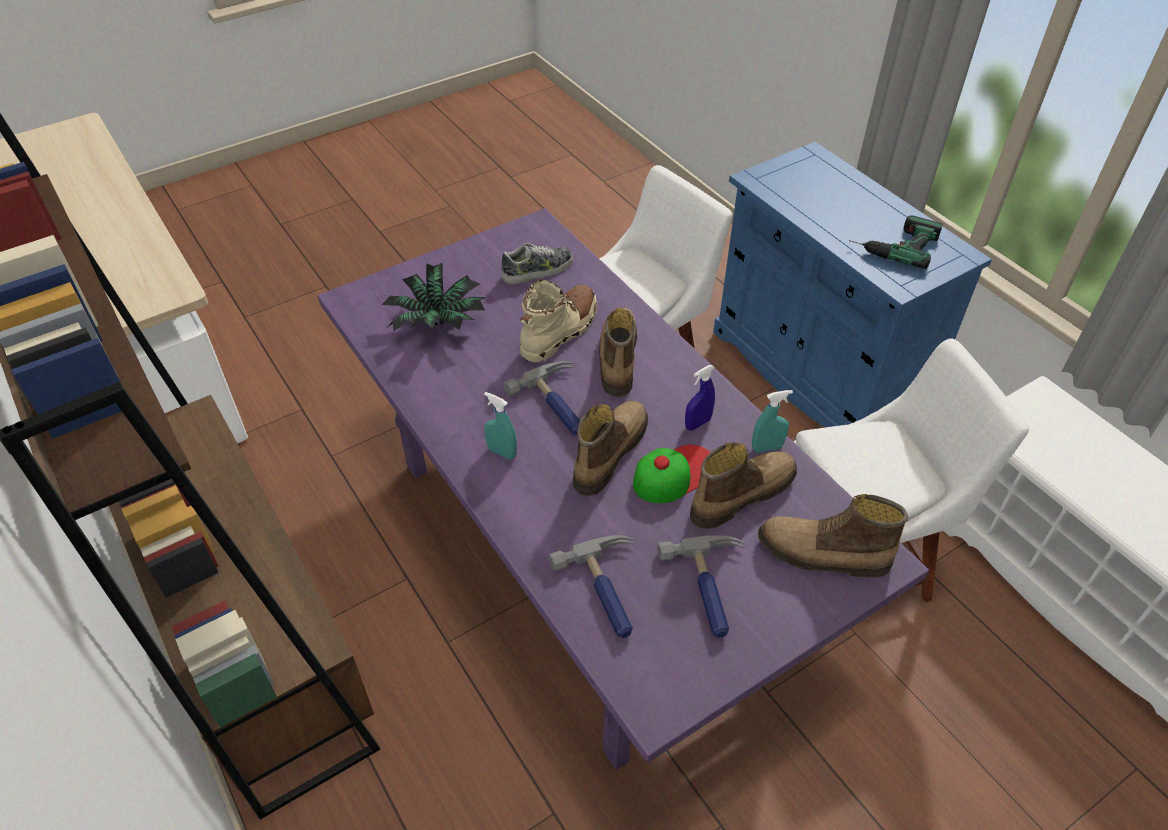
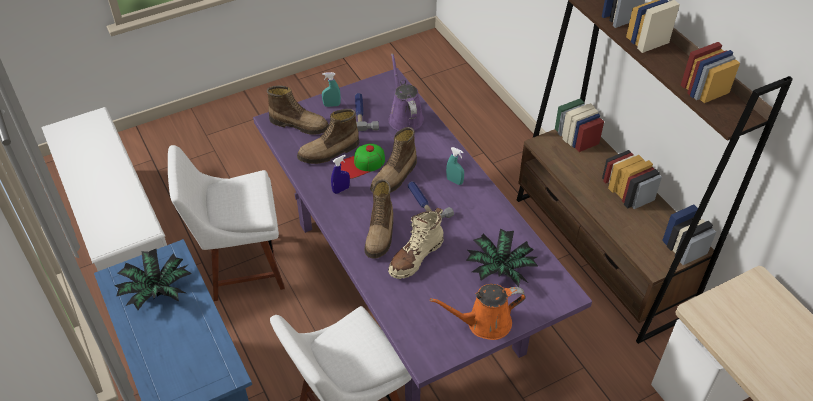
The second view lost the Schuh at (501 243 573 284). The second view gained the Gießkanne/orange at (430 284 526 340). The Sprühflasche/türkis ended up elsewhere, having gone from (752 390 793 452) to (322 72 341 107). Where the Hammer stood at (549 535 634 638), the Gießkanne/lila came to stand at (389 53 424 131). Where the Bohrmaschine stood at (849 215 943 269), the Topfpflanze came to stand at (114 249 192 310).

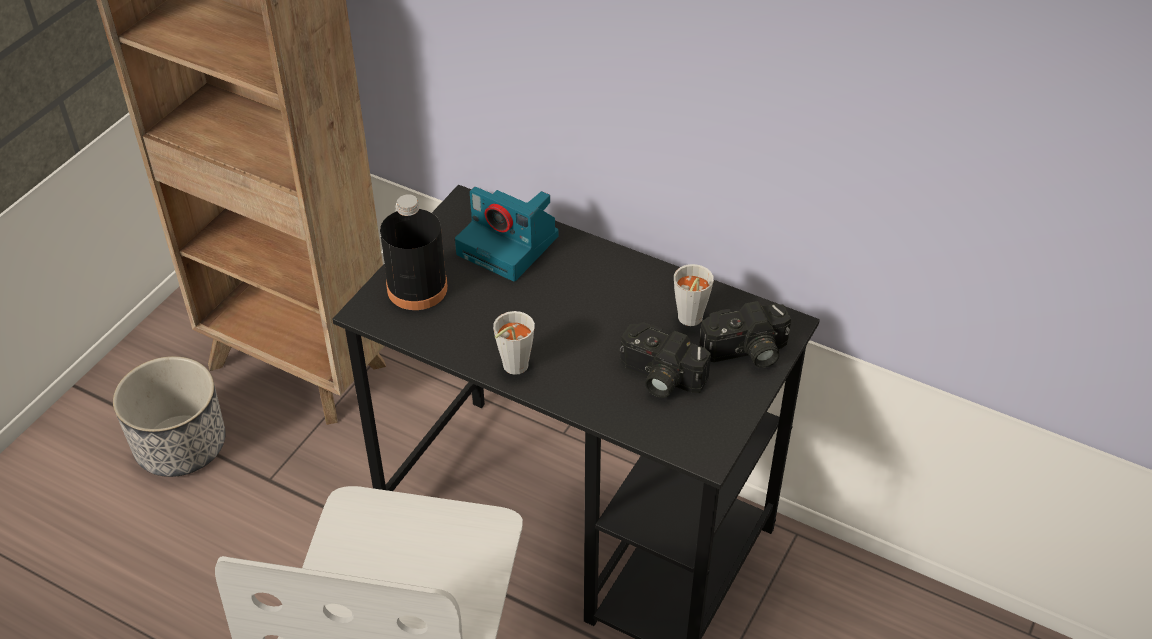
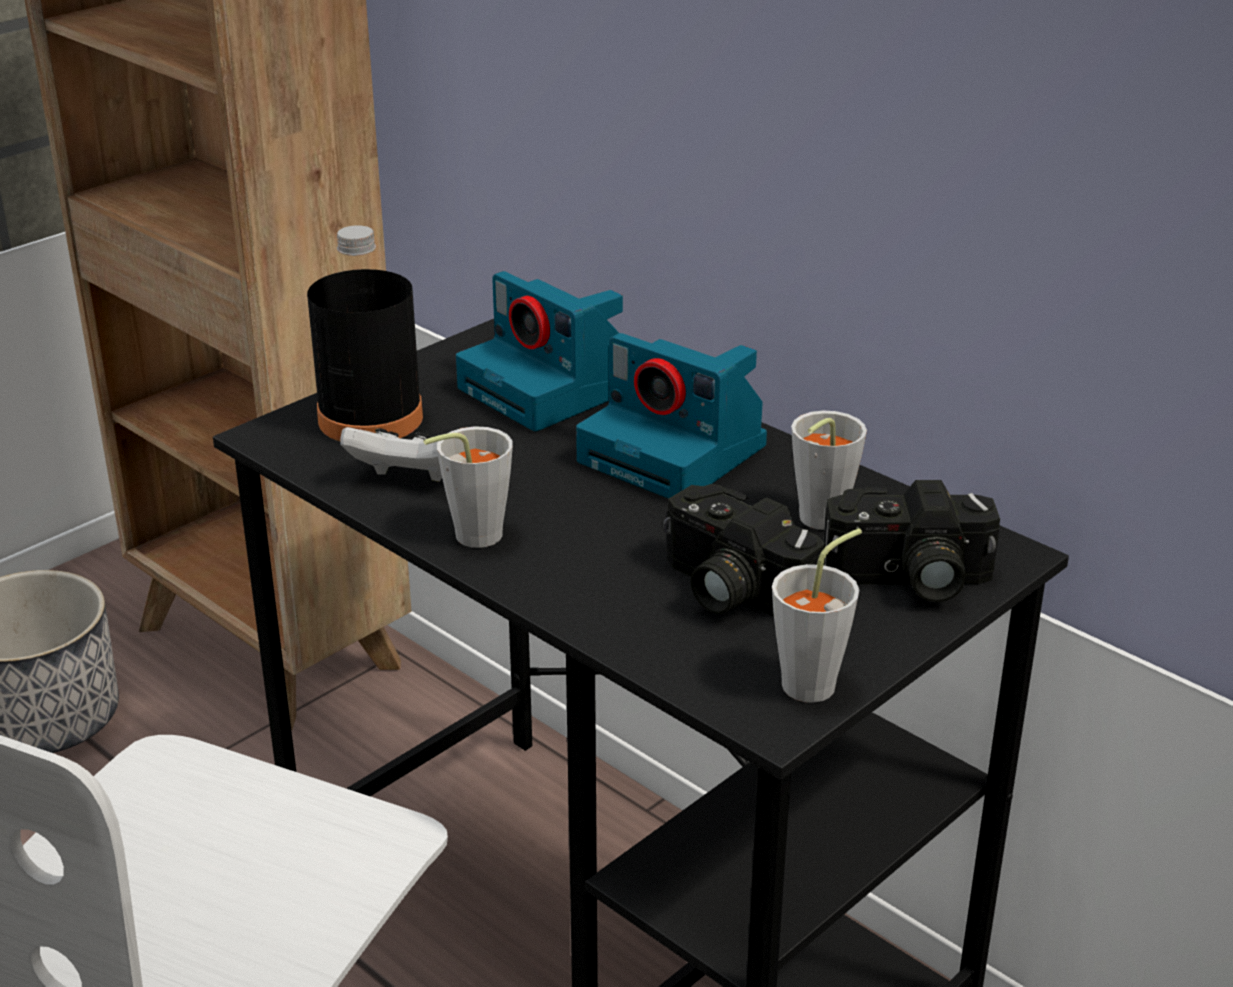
The second view gained the Gamepad/weiß at (340 427 442 482). The second view gained the Kamera at (576 333 767 499). The second view gained the Tasse/grau at (772 528 862 703).

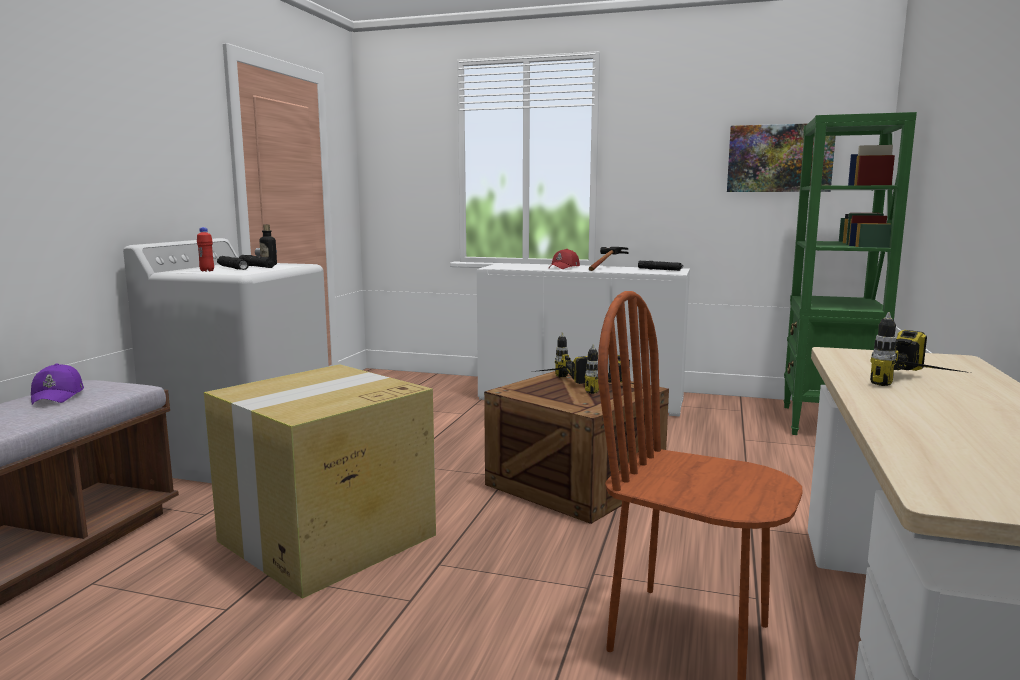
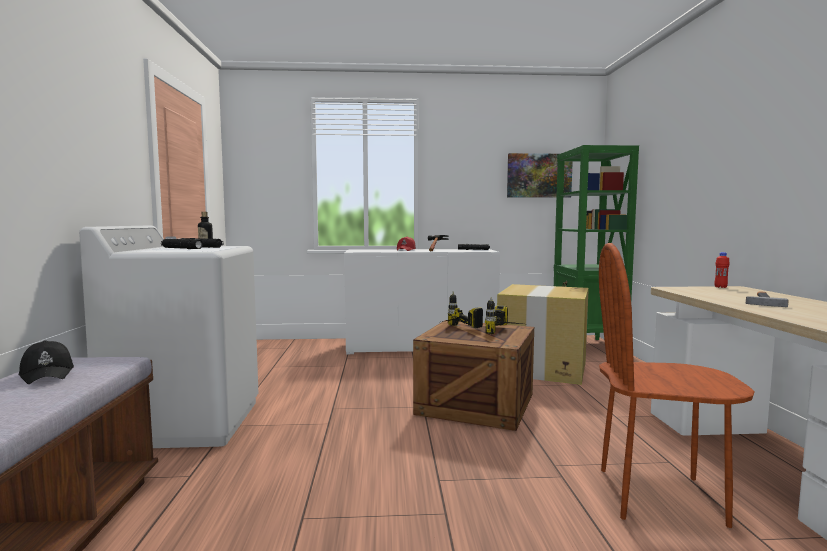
The Flasche/rot ended up elsewhere, having gone from (197 227 214 272) to (715 252 730 288). The Karton ended up elsewhere, having gone from (204 364 436 599) to (497 284 589 385). Where the Bohrmaschine stood at (870 312 970 386), the Hammer came to stand at (746 291 789 307). What was the Kappe/lila at (31 364 84 404) turned into the Kappe/schwarz at (19 340 74 384).

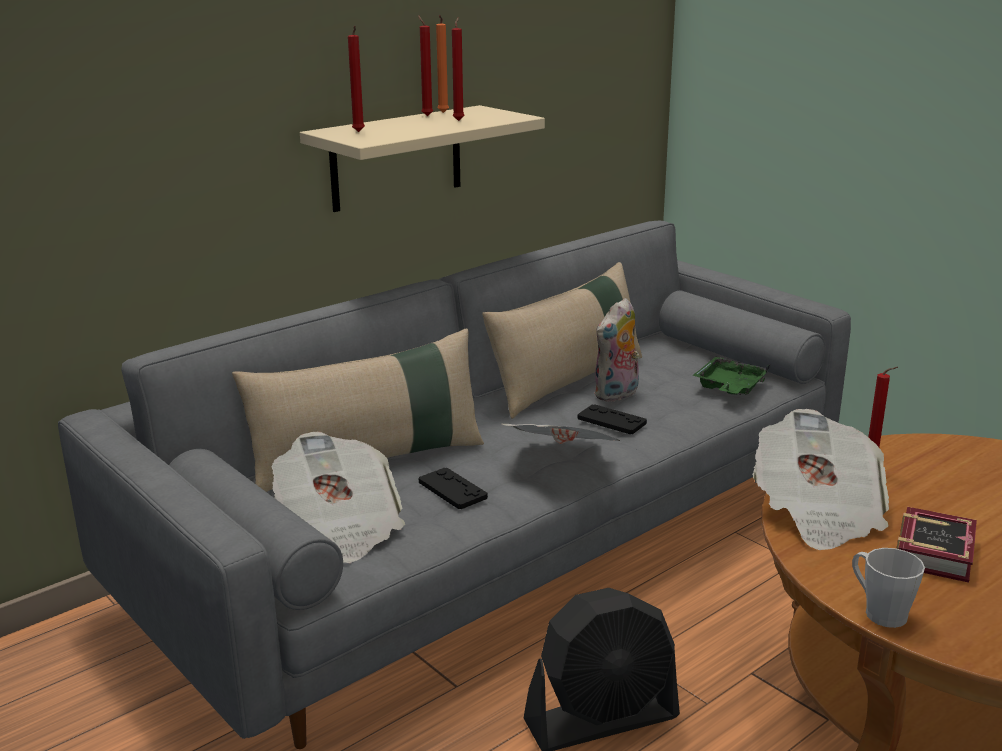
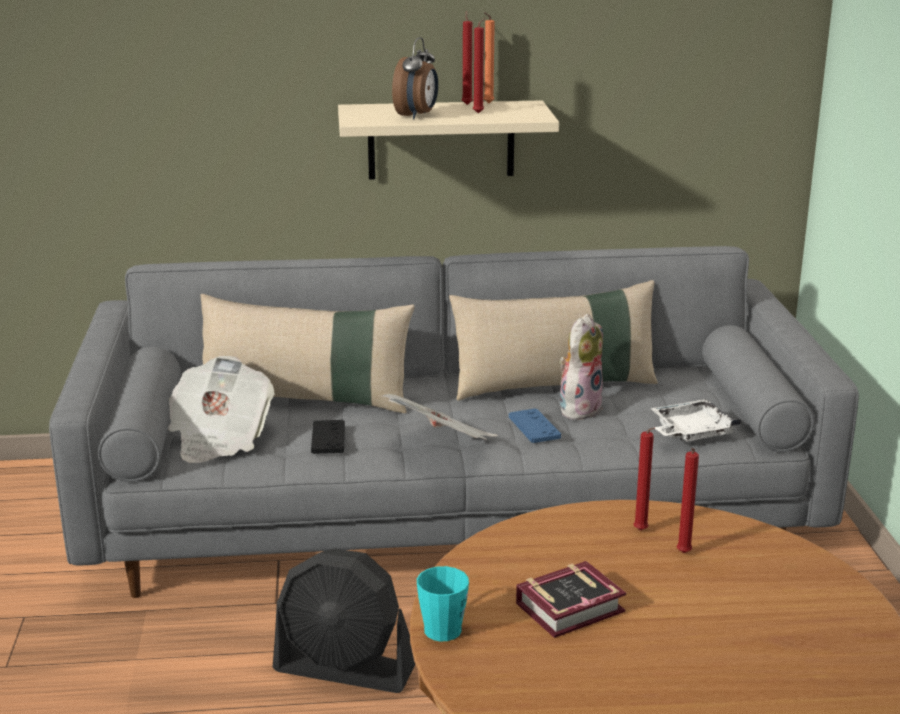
The second view lost the Zeitung at (752 409 889 550). The second view gained the Wecker at (392 37 438 120). The Kerze/rot ended up elsewhere, having gone from (348 26 365 132) to (677 448 699 553). What was the Gamepad/schwarz at (578 404 647 435) turned into the Gamepad/blau at (509 409 561 443). What was the Tablett/grün at (692 357 770 395) turned into the Tablett/weiß at (650 399 741 442). What was the Henkelbecher/grau at (852 548 925 628) turned into the Henkelbecher/türkis at (417 566 469 641). The Plüschtier at (594 298 640 402) ended up facing another way, 135 degrees clockwise from before.

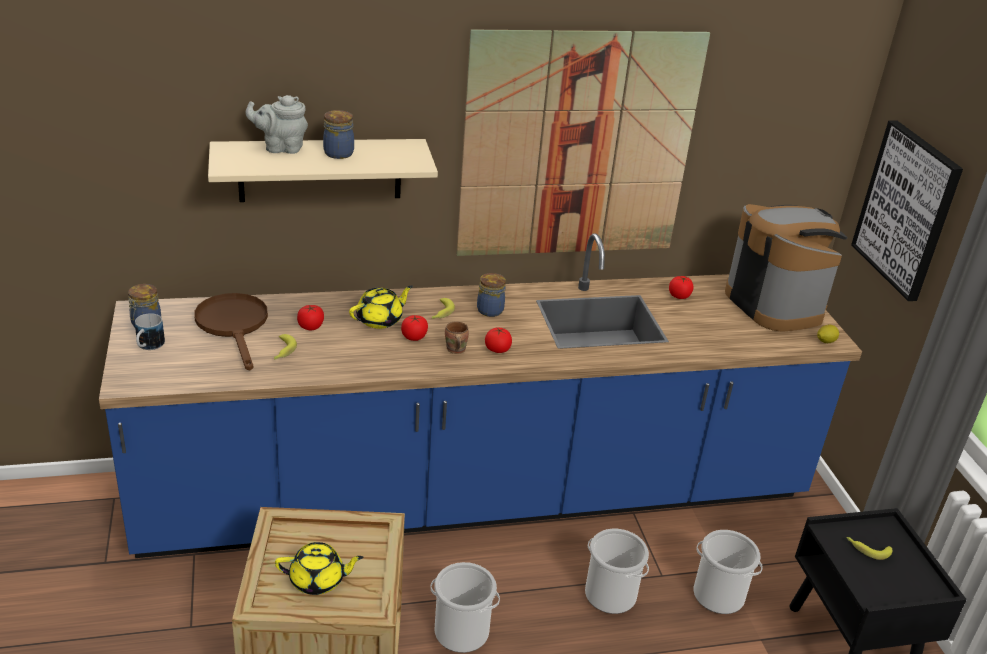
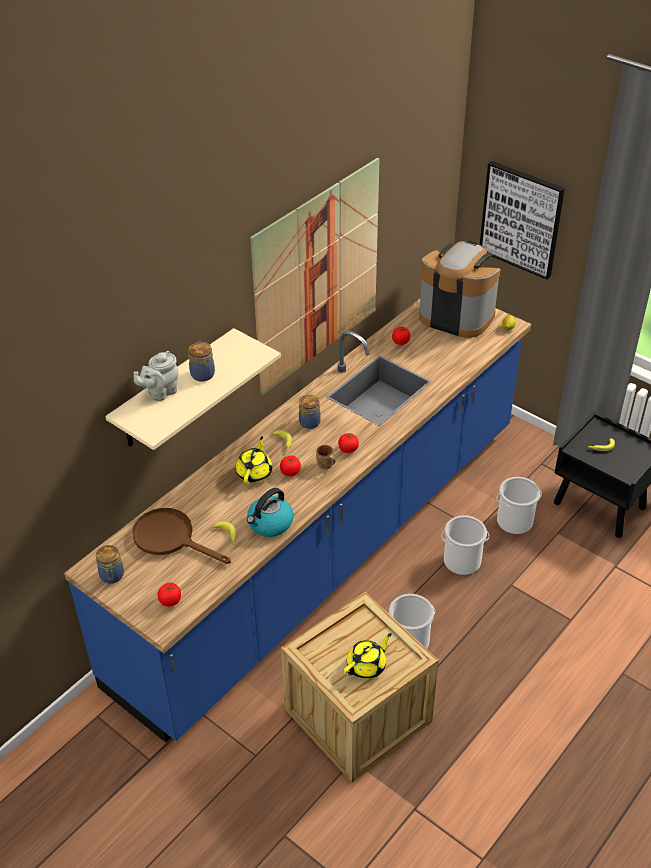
The second view lost the Henkelbecher at (135 313 165 350). The second view gained the Wasserkessel at (247 488 294 537). The Tomate ended up elsewhere, having gone from (297 305 324 330) to (158 582 181 607).

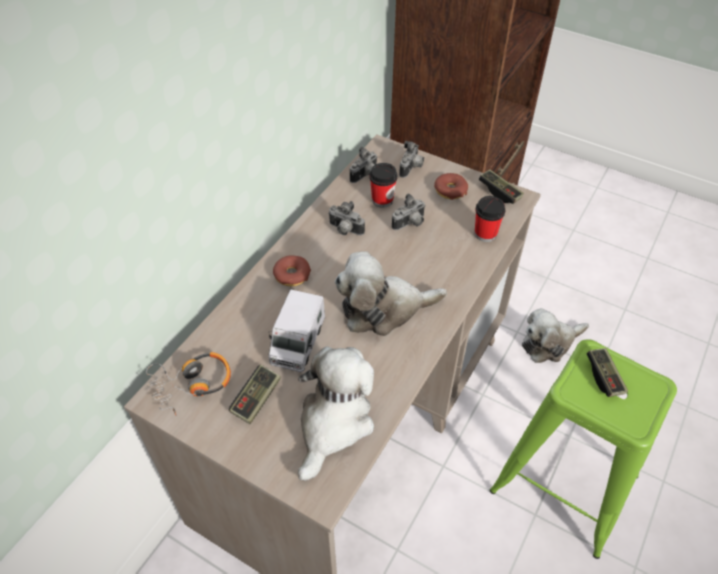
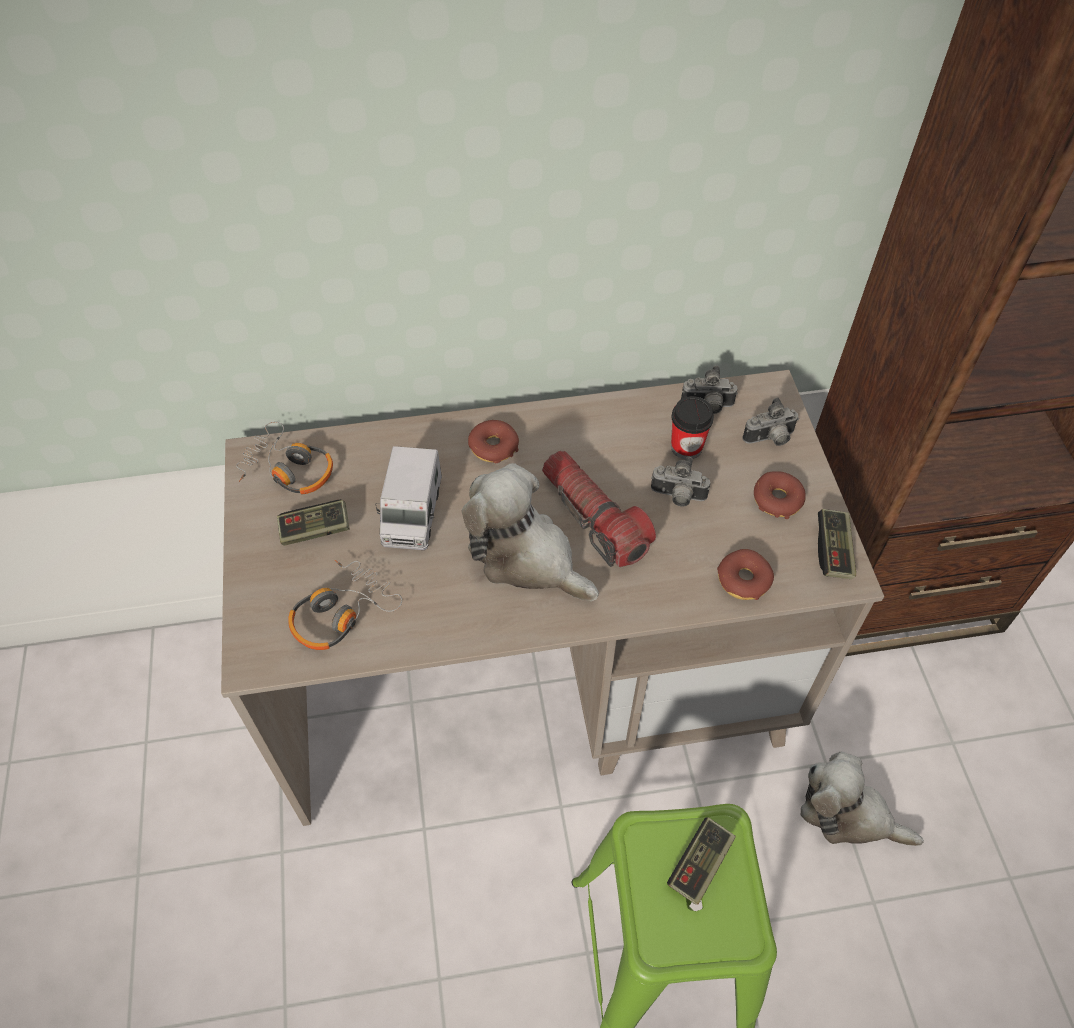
The second view lost the Kamera at (328 201 365 235). The second view gained the Taschenlampe at (542 451 656 567). Where the Plüschtier stood at (298 347 374 481), the Kopfhörer came to stand at (288 560 402 650). Where the Tasse stood at (475 196 506 242), the Donut came to stand at (717 549 774 600). The Spielzeuglaster at (268 289 325 372) ended up facing another way, 60 degrees counterclockwise from before.

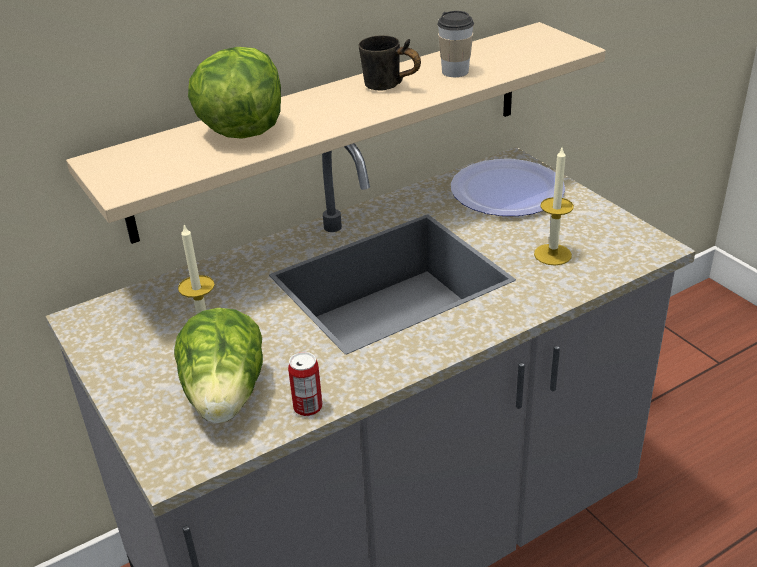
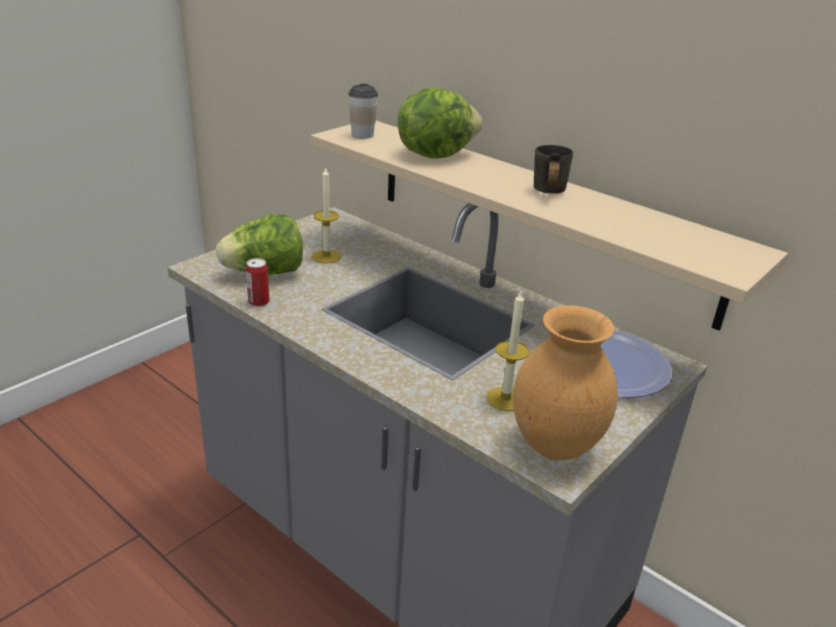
The second view gained the Vase/braun at (513 305 618 460). The Tasse ended up elsewhere, having gone from (437 11 474 77) to (348 84 378 138).

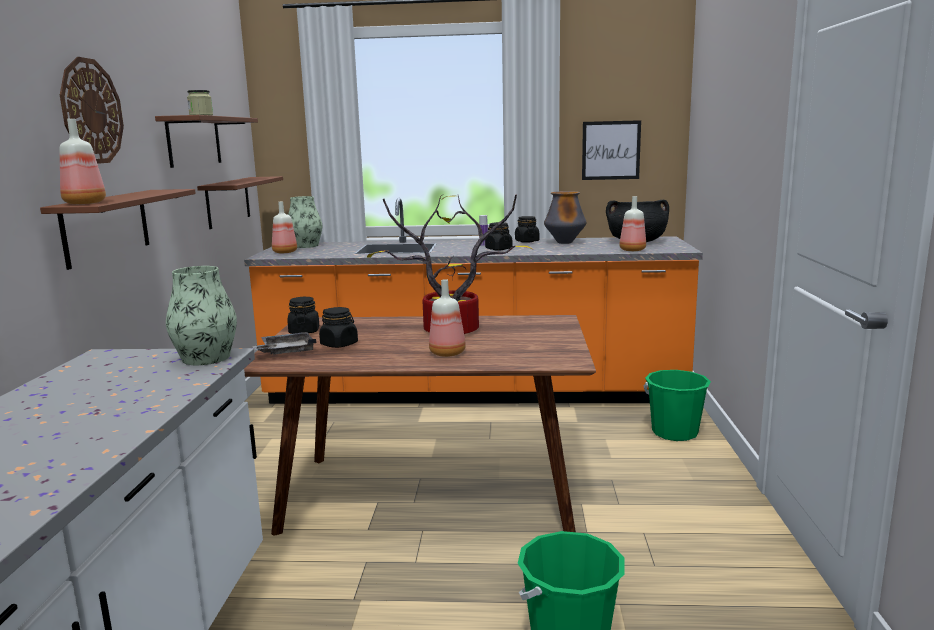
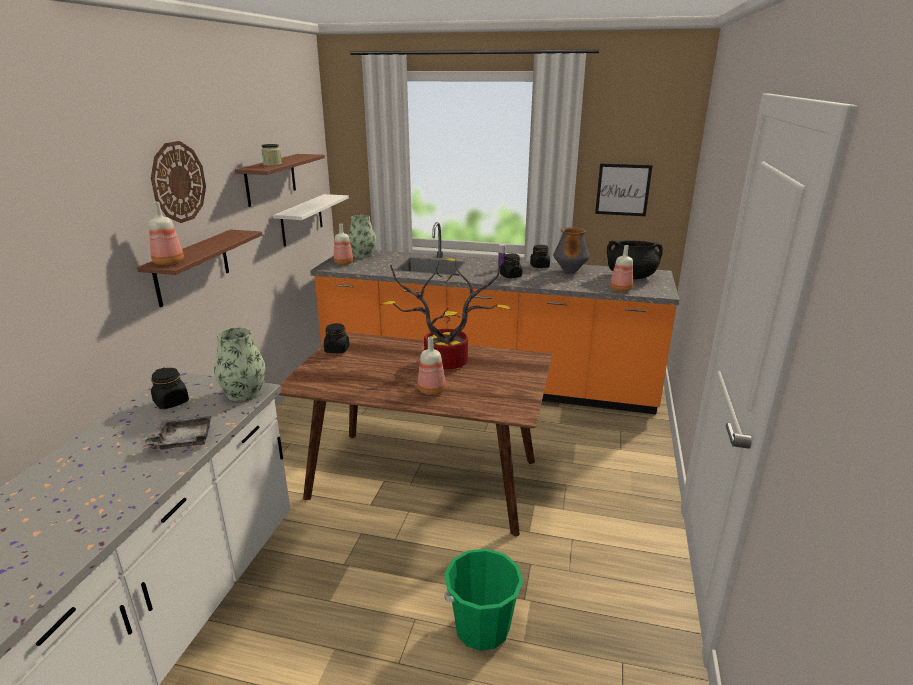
The second view lost the Eimer/grün at (644 370 711 441). The Tablett/grau ended up elsewhere, having gone from (252 332 317 355) to (140 416 211 450). The Vorratsglas/schwarz ended up elsewhere, having gone from (319 307 358 348) to (151 368 189 409). What was the Wandregal/braun at (197 176 283 229) turned into the Wandregal/weiß at (273 194 349 247).

